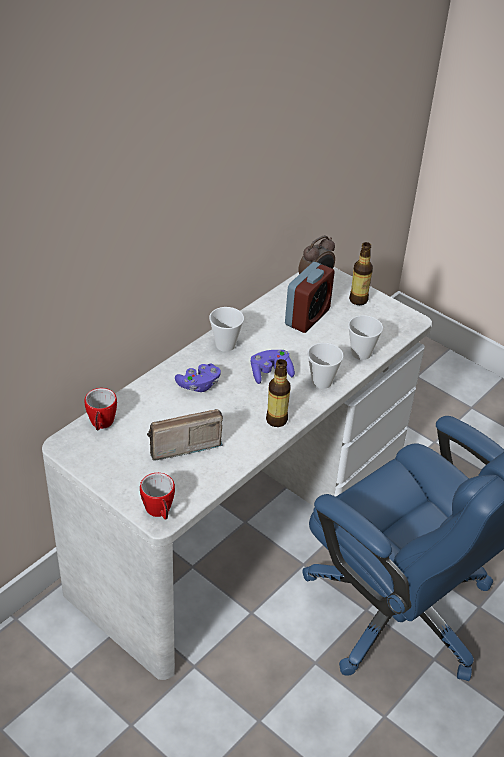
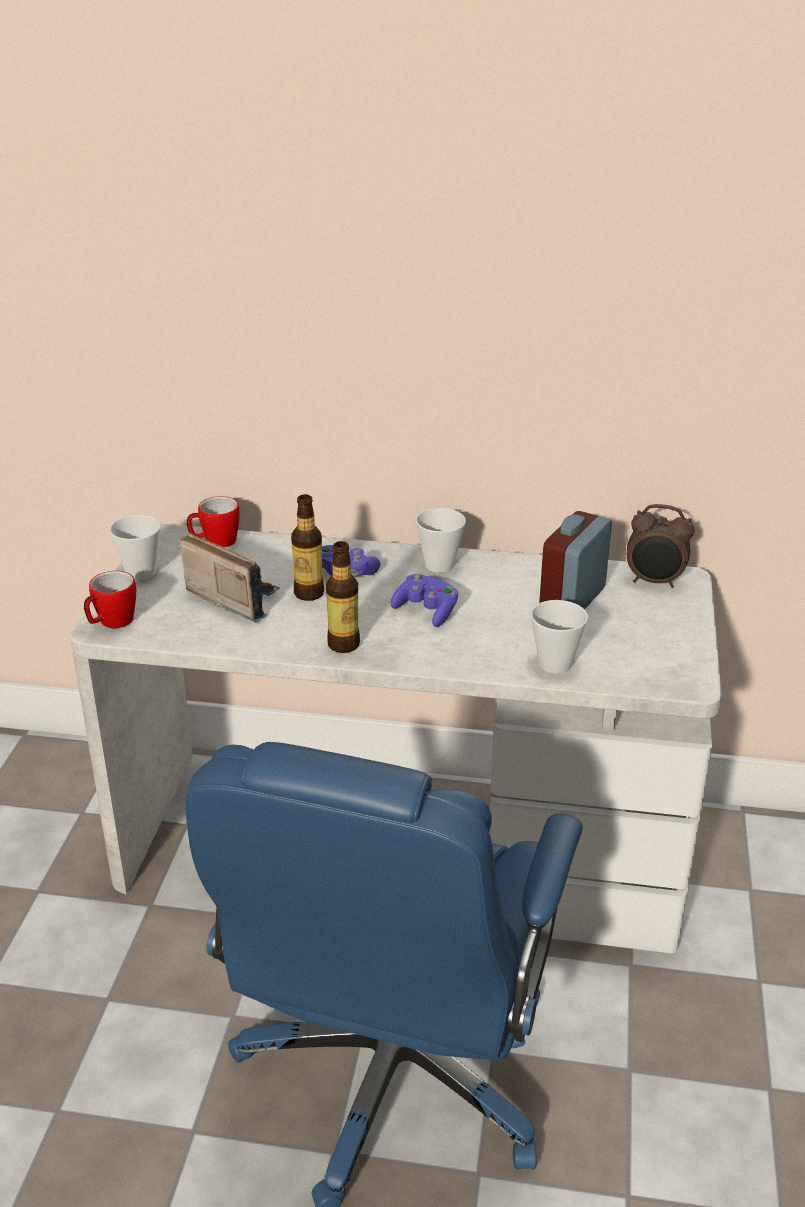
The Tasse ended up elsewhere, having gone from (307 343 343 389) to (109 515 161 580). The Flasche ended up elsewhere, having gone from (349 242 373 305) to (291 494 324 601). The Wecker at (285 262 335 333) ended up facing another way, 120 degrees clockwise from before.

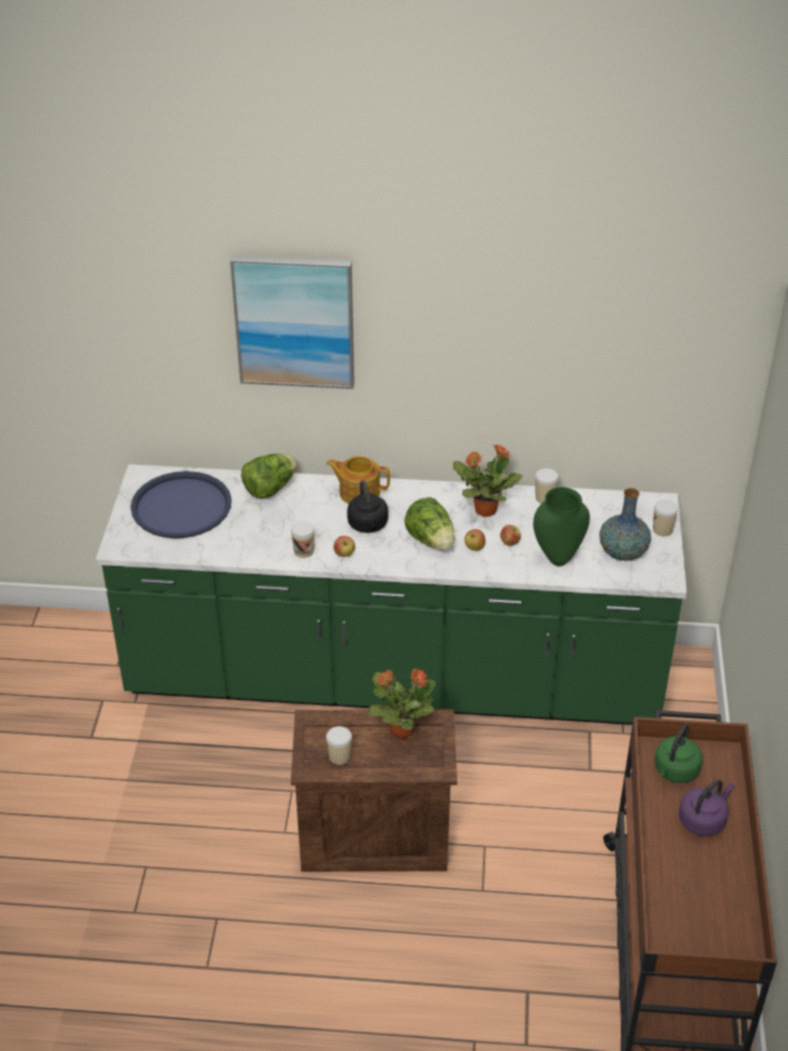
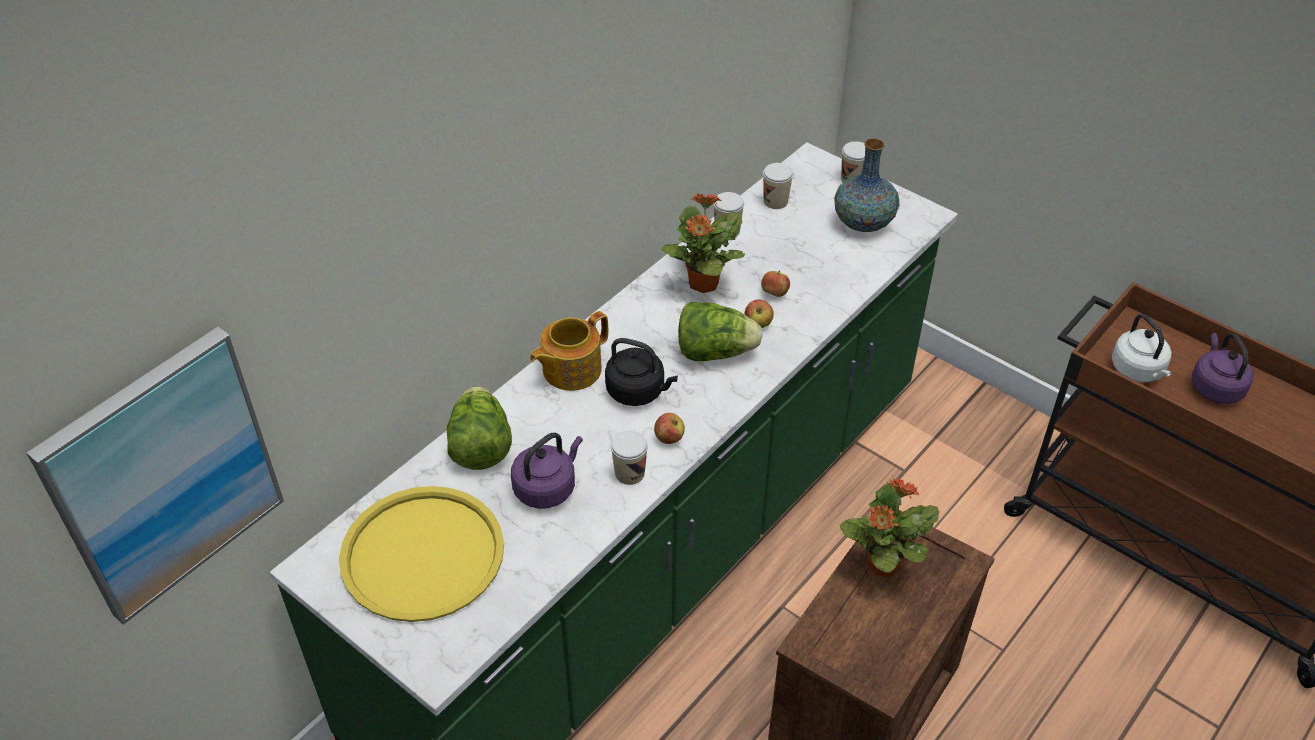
The second view lost the Vase/grün at (533 487 590 566). The second view gained the Wasserkessel/lila at (511 433 583 509). The Bild ended up elsewhere, having gone from (230 255 354 389) to (27 327 284 625). The Tasse ended up elsewhere, having gone from (326 726 352 765) to (763 163 793 209). What was the Tablett/blau at (131 471 232 538) turned into the Tablett/gelb at (339 486 504 622). What was the Wasserkessel/grün at (654 724 703 783) turned into the Wasserkessel/weiß at (1112 314 1172 382).

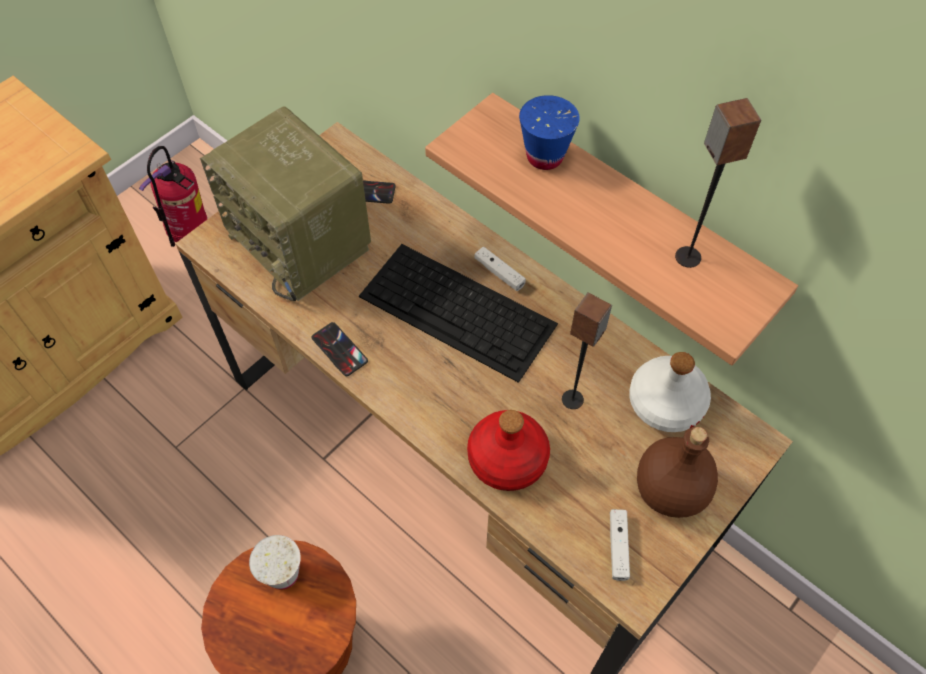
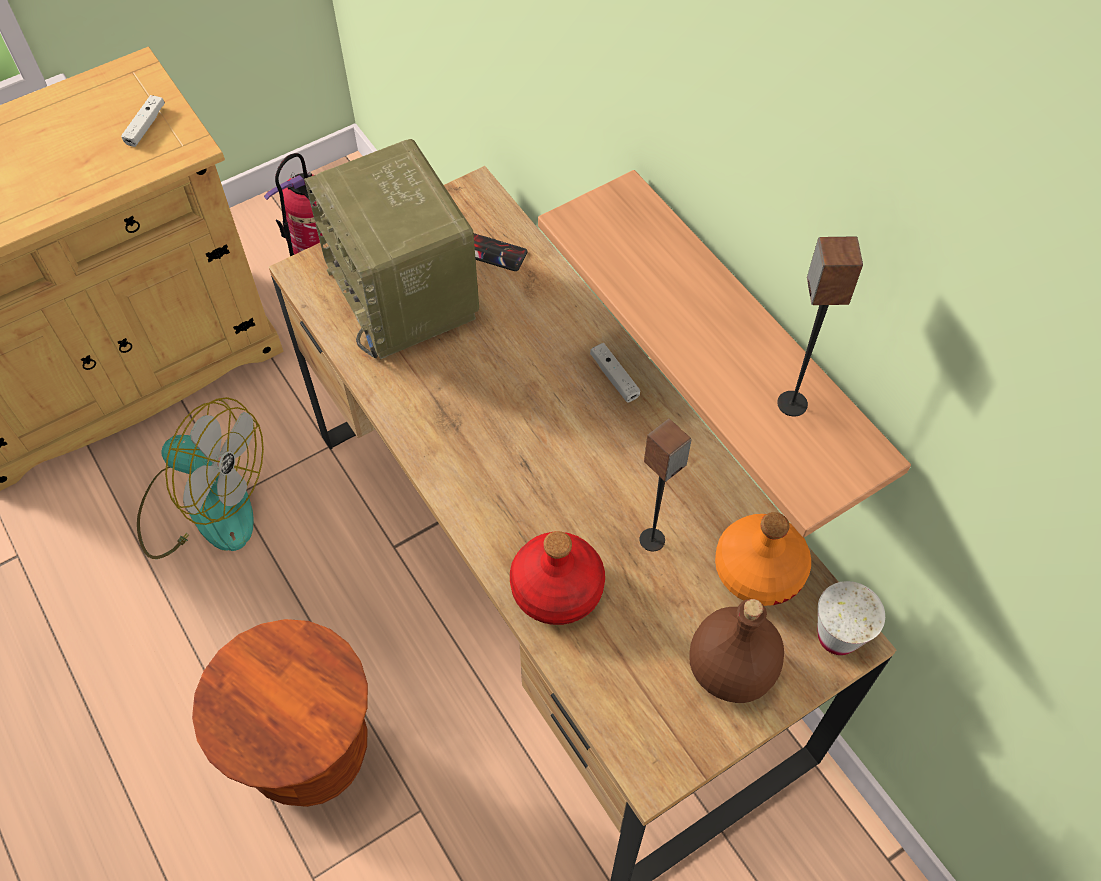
The second view lost the Handy at (312 322 368 376). The second view lost the Tastatur at (359 244 558 383). The second view lost the Tasse/blau at (519 95 580 170). The second view gained the Ventilator at (137 397 264 559). The Tasse/weiß ended up elsewhere, having gone from (249 535 301 590) to (818 581 885 655). The Gamepad/weiß ended up elsewhere, having gone from (610 509 630 581) to (121 95 165 147). What was the Flasche/weiß at (629 352 711 432) turned into the Flasche/orange at (715 512 811 606).

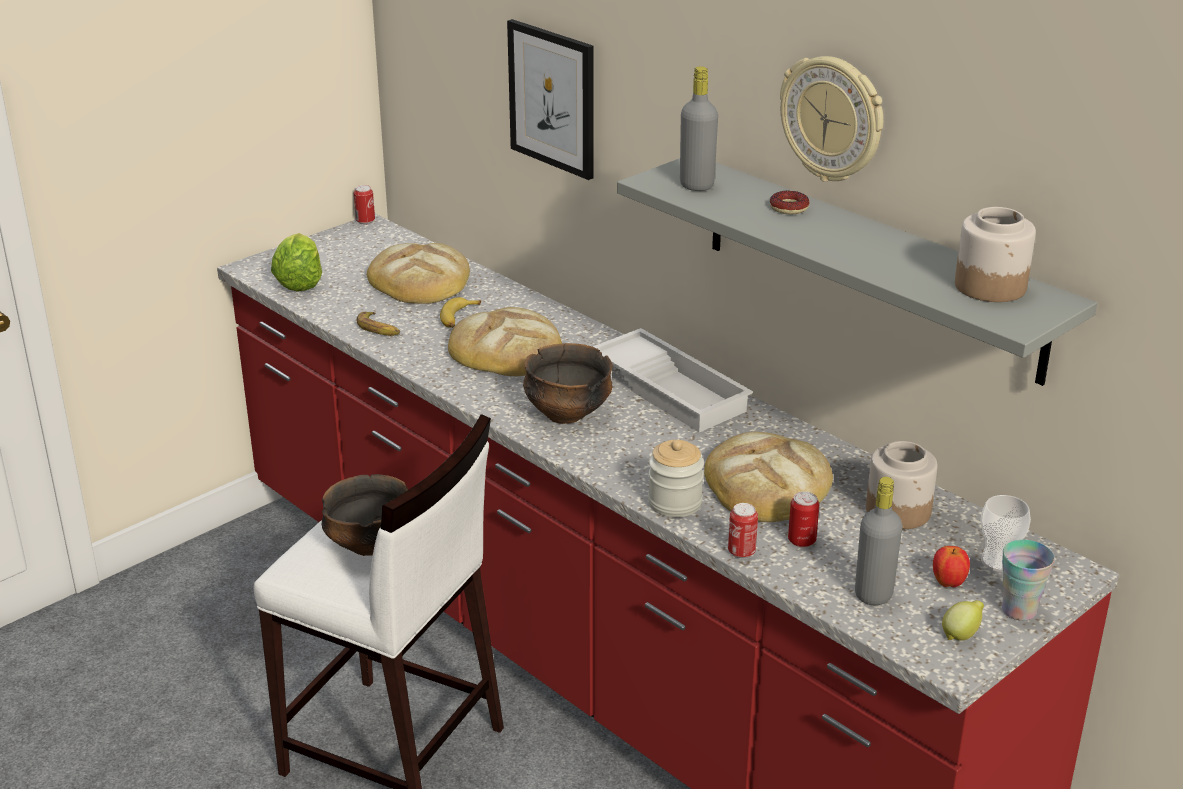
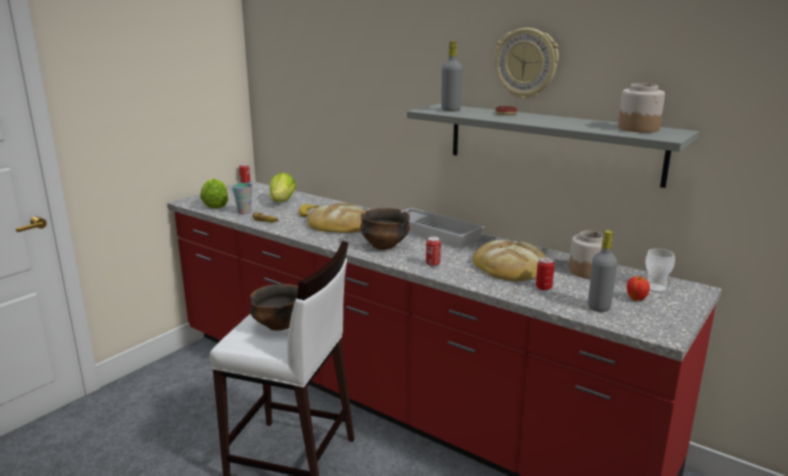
The second view lost the Bild at (507 19 594 180). The second view lost the Vorratsglas at (648 440 704 518). The second view lost the Zitrone at (942 600 984 641). The Dose ended up elsewhere, having gone from (728 503 758 559) to (426 237 441 267). The Tasse ended up elsewhere, having gone from (1002 540 1055 621) to (232 183 253 215). Where the Brot stood at (367 243 470 304), the Salatkopf came to stand at (270 173 296 202).

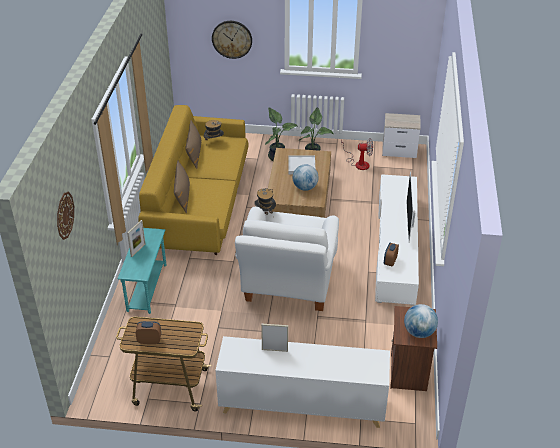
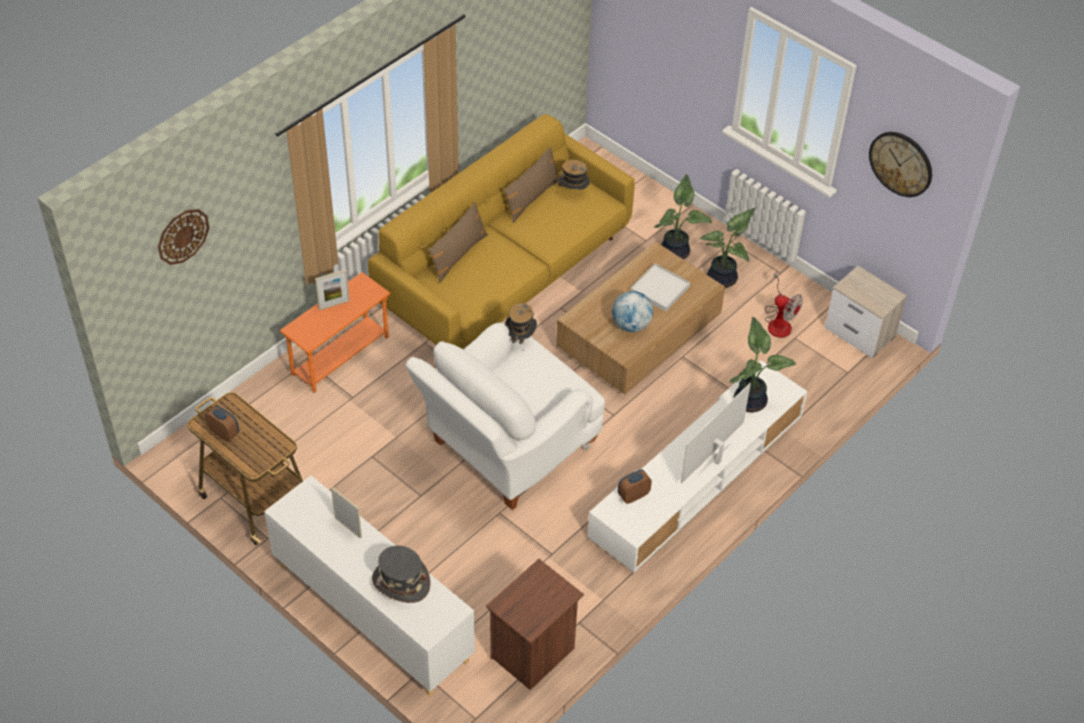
The second view lost the Globus at (404 304 438 338). The second view gained the Hut/grau at (372 546 430 603). The second view gained the Topfpflanze at (730 317 796 412). The Wanduhr ended up elsewhere, having gone from (212 21 252 59) to (869 132 932 197). What was the Beistelltisch/türkis at (118 228 166 314) turned into the Beistelltisch/orange at (280 272 391 393).

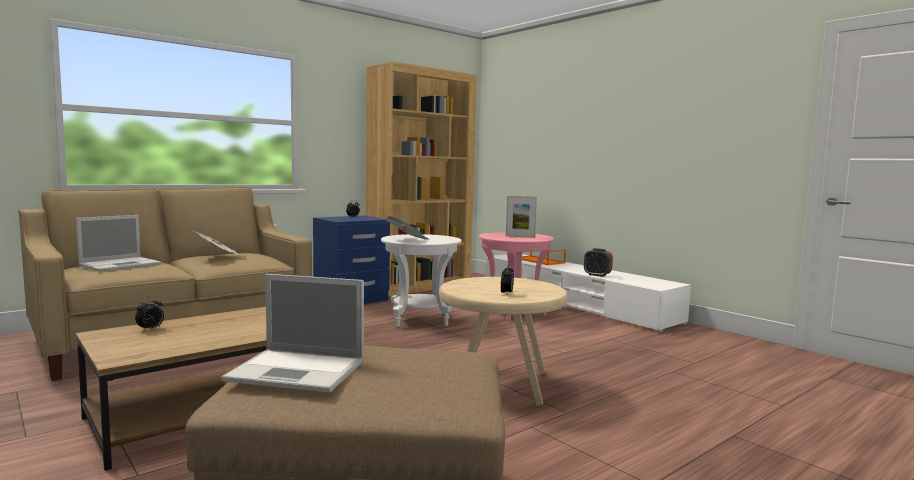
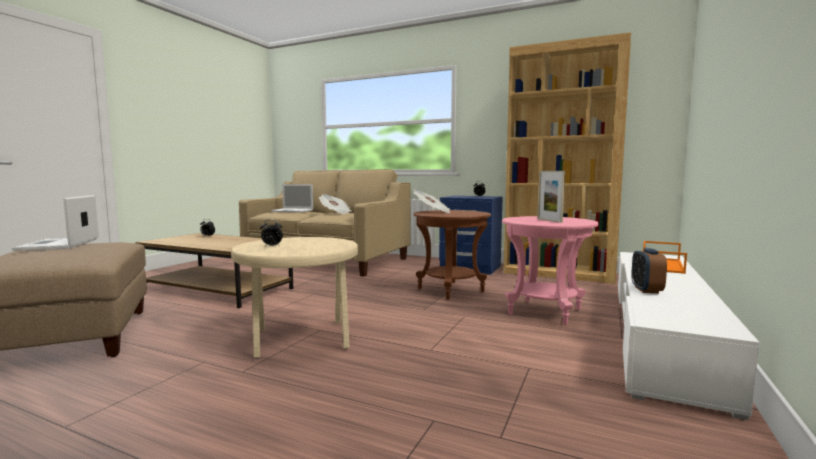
What was the Beistelltisch/weiß at (381 234 462 327) turned into the Beistelltisch/braun at (413 210 491 300).

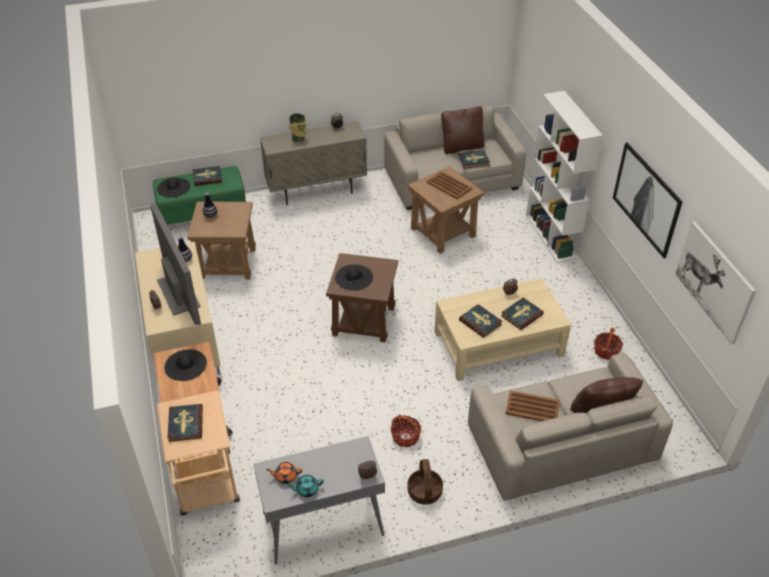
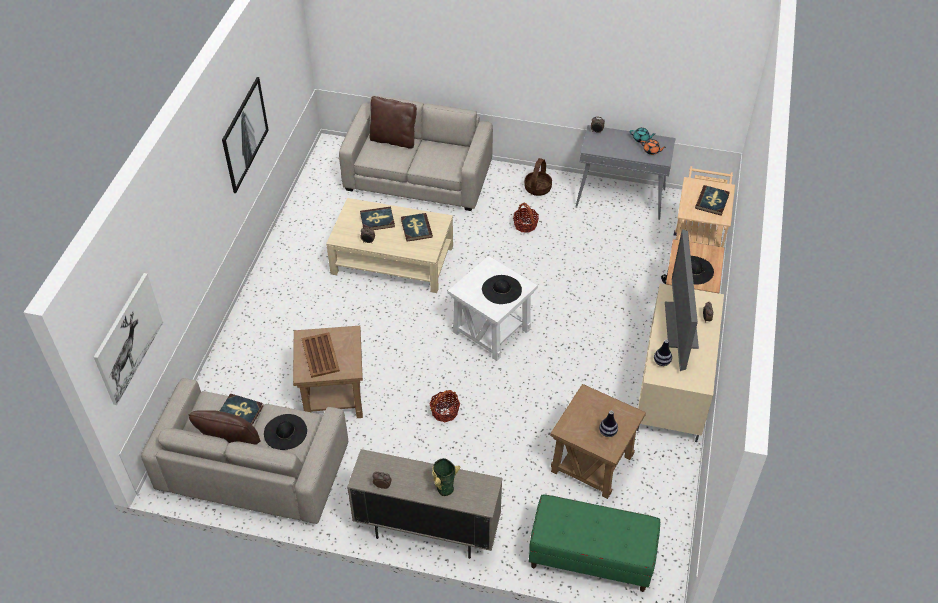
The second view lost the Buch at (192 166 222 186). The second view lost the Tablett/braun at (505 390 560 421). The second view lost the Bücherregal/weiß at (526 91 603 263). The Hut/schwarz ended up elsewhere, having gone from (157 178 190 198) to (264 414 307 450). The Korb ended up elsewhere, having gone from (594 328 623 360) to (429 390 460 422). The Bild ended up elsewhere, having gone from (675 221 756 345) to (94 273 163 405). What was the Beistelltisch/braun at (326 253 398 343) turned into the Beistelltisch/weiß at (448 255 538 361).

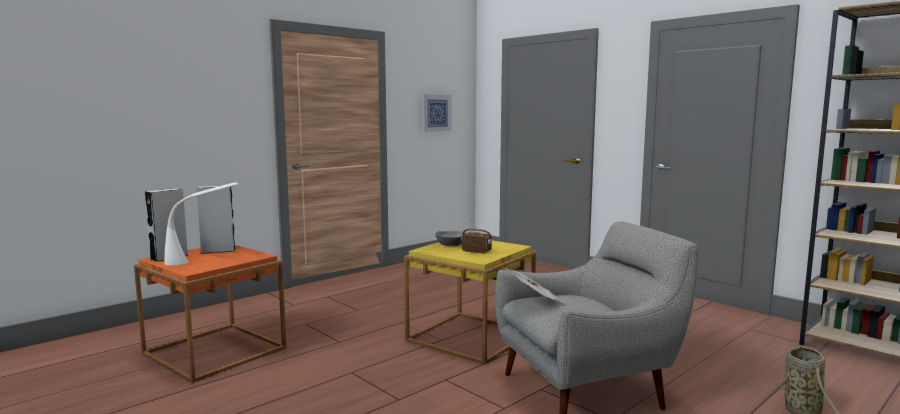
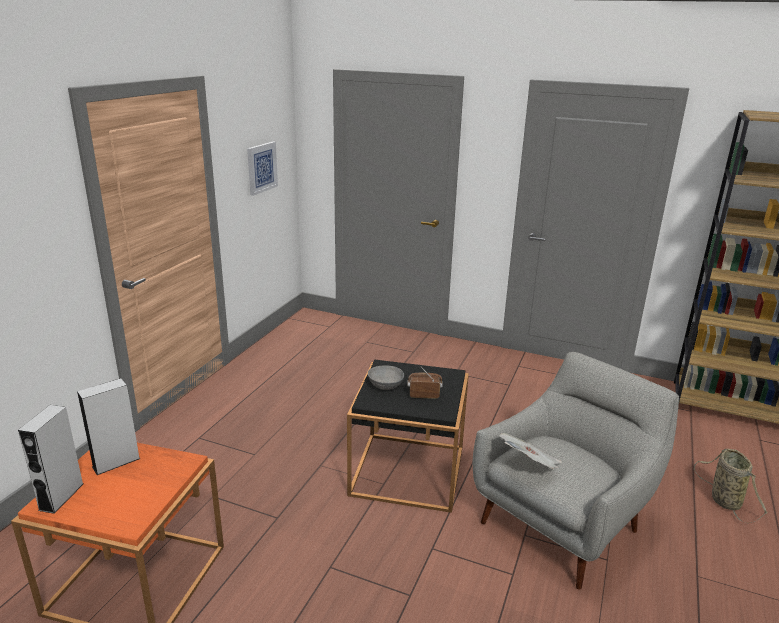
The second view lost the Tischlampe/weiß at (164 182 238 266). What was the Beistelltisch/gelb at (404 240 536 364) turned into the Beistelltisch/schwarz at (347 360 469 513).

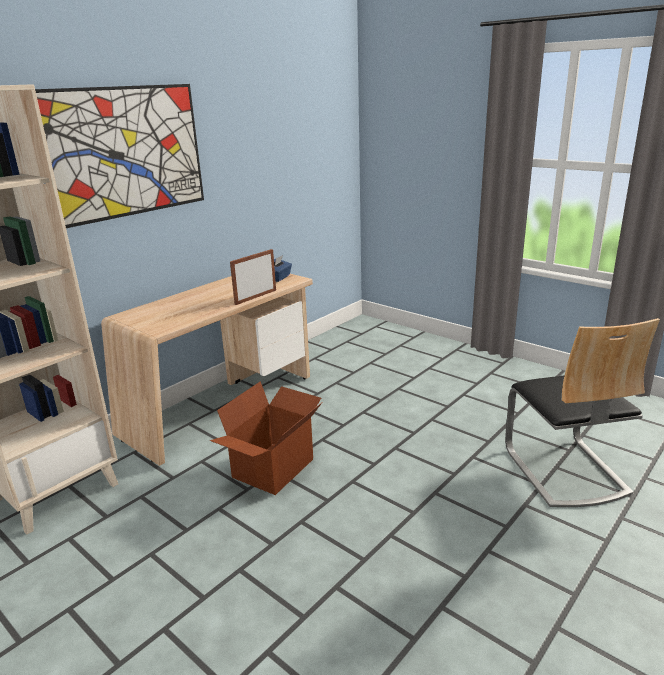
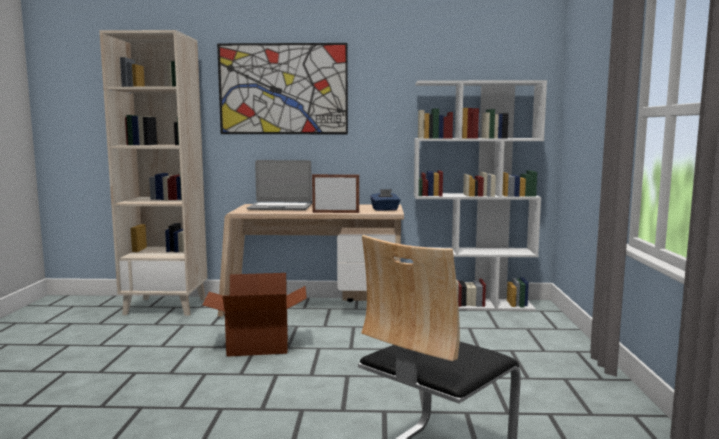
The second view gained the Laptop at (247 160 312 210). The second view gained the Bücherregal/weiß at (413 80 547 311).

